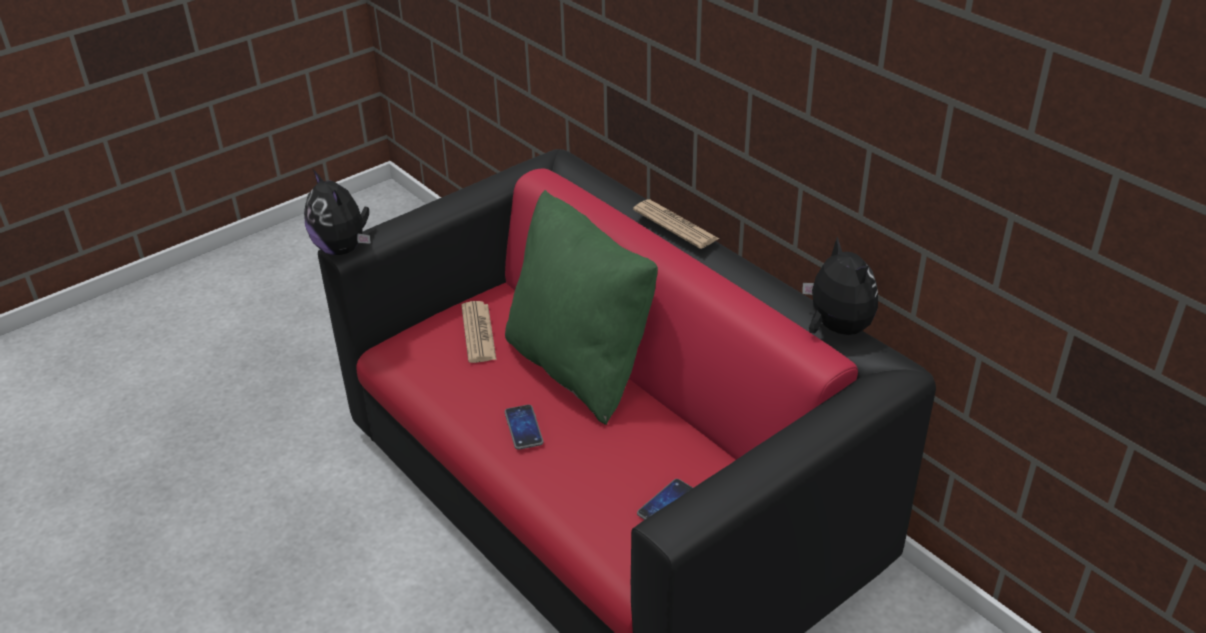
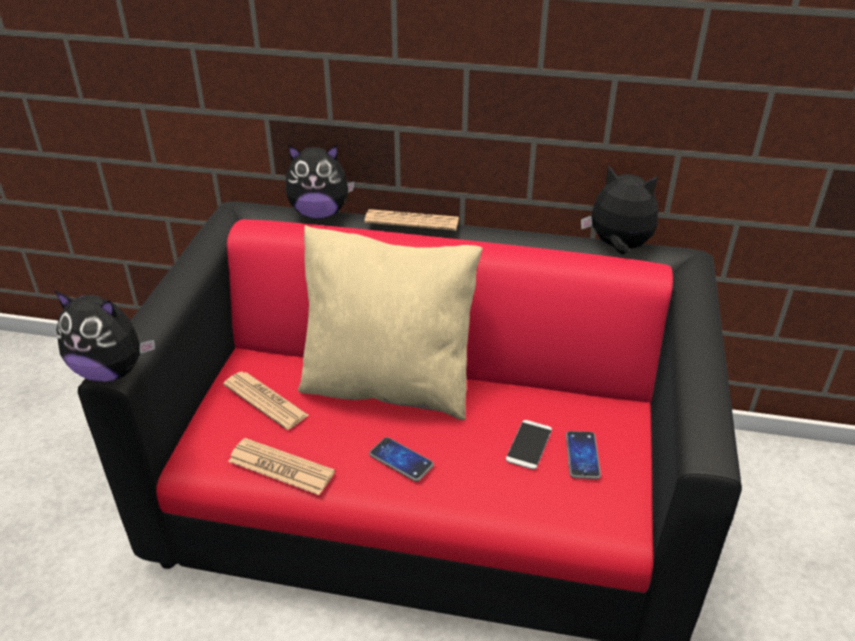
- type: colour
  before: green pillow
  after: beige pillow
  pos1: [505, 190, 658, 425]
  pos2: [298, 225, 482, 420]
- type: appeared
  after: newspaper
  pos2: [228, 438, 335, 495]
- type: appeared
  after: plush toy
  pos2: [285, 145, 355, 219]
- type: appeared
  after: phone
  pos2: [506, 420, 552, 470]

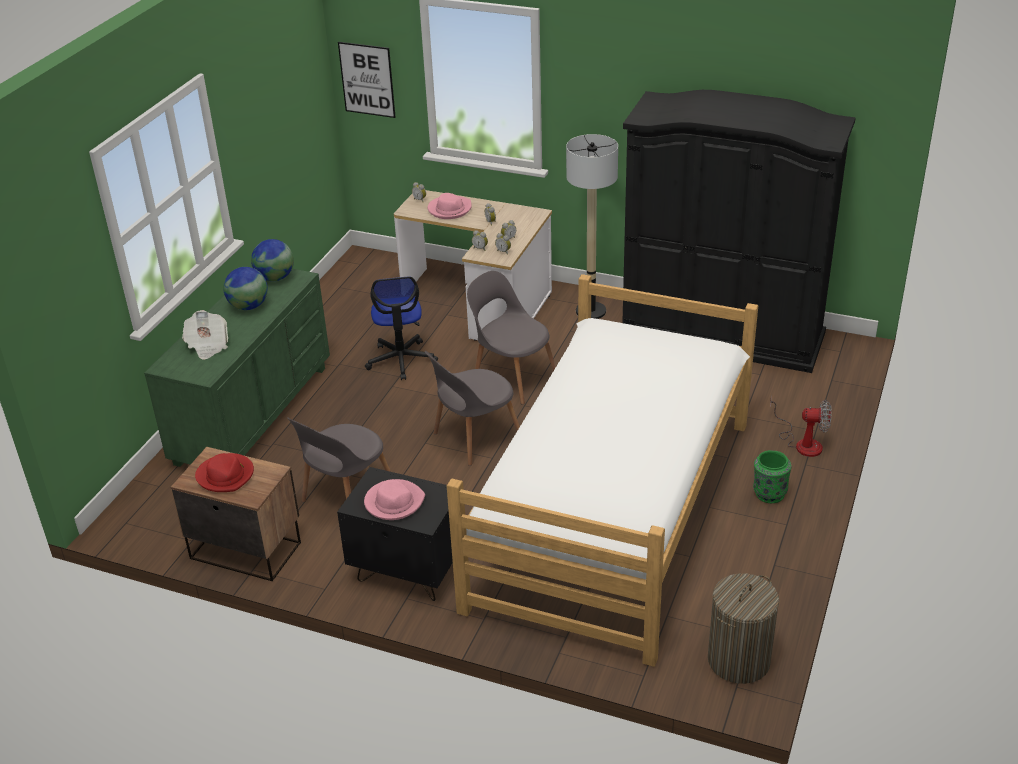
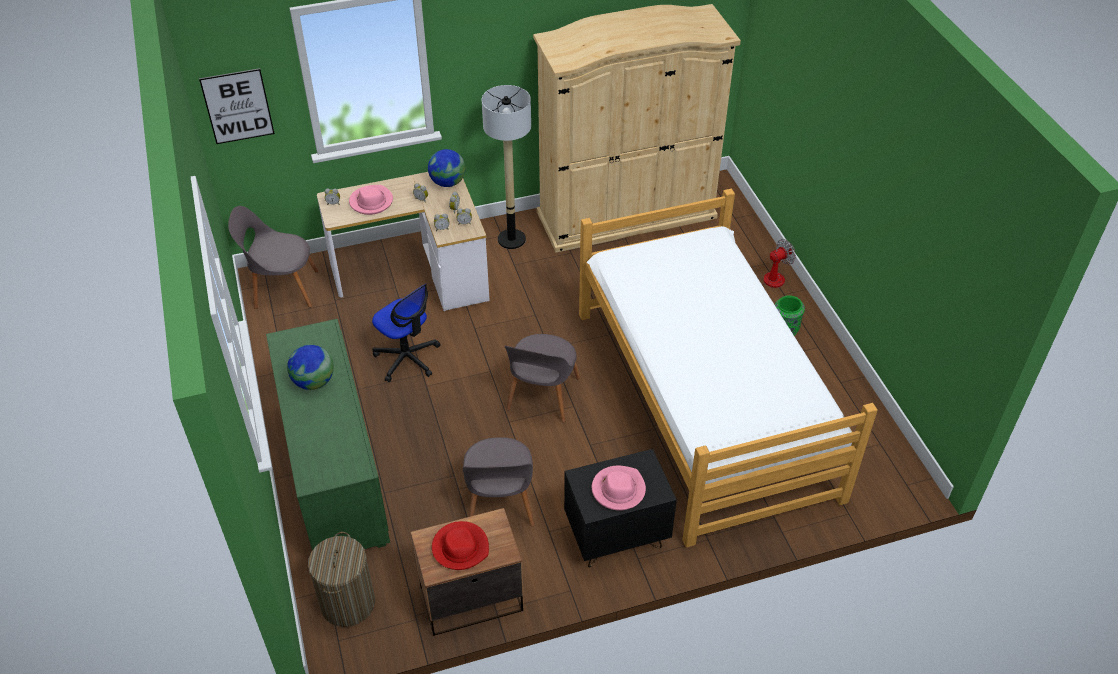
- type: missing
  before: newspaper
  pos1: [182, 310, 228, 360]
- type: relocated
  before: globe
  pos1: [251, 239, 294, 281]
  pos2: [428, 149, 466, 187]
- type: relocated
  before: grey chair
  pos1: [467, 271, 556, 405]
  pos2: [228, 206, 318, 309]
- type: colour
  before: black wardrobe
  after: beige wardrobe
  pos1: [622, 90, 856, 373]
  pos2: [533, 4, 741, 253]
- type: relocated
  before: laundry basket
  pos1: [708, 573, 779, 684]
  pos2: [308, 532, 375, 627]

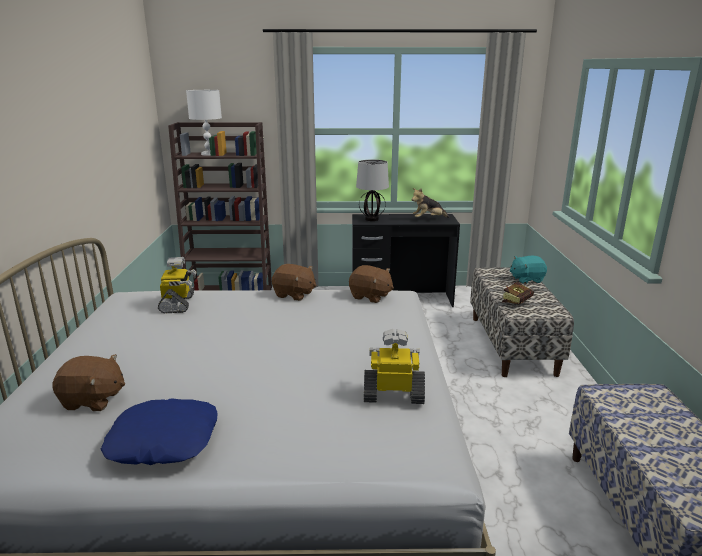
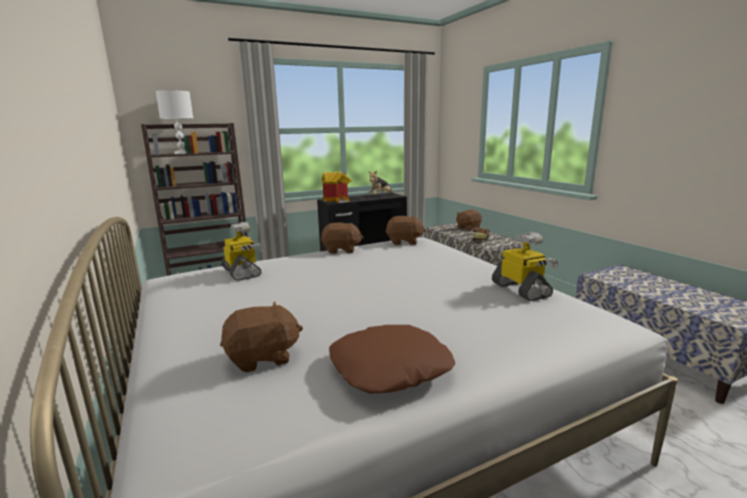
- type: colour
  before: blue pillow
  after: brown pillow
  pos1: [100, 398, 217, 465]
  pos2: [329, 325, 456, 394]
- type: exchanged
  before: table lamp
  after: toy house
  pos1: [356, 160, 389, 221]
  pos2: [322, 172, 352, 203]
- type: spun
  before: toy robot
  pos1: [364, 329, 425, 404]
  pos2: [492, 232, 558, 301]
  turn: 90
- type: colour
  before: turquoise plush toy
  after: brown plush toy
  pos1: [510, 256, 547, 284]
  pos2: [456, 210, 482, 231]

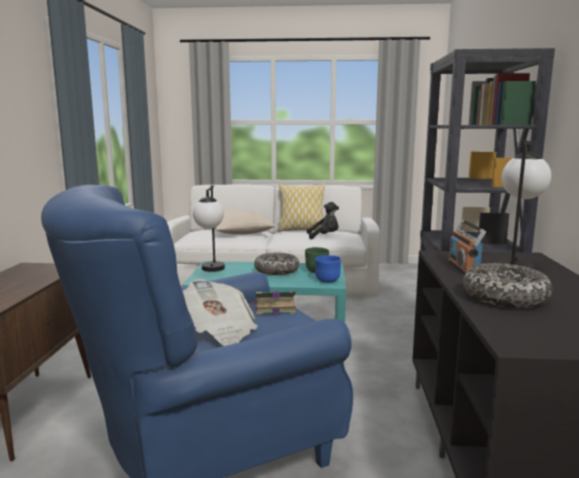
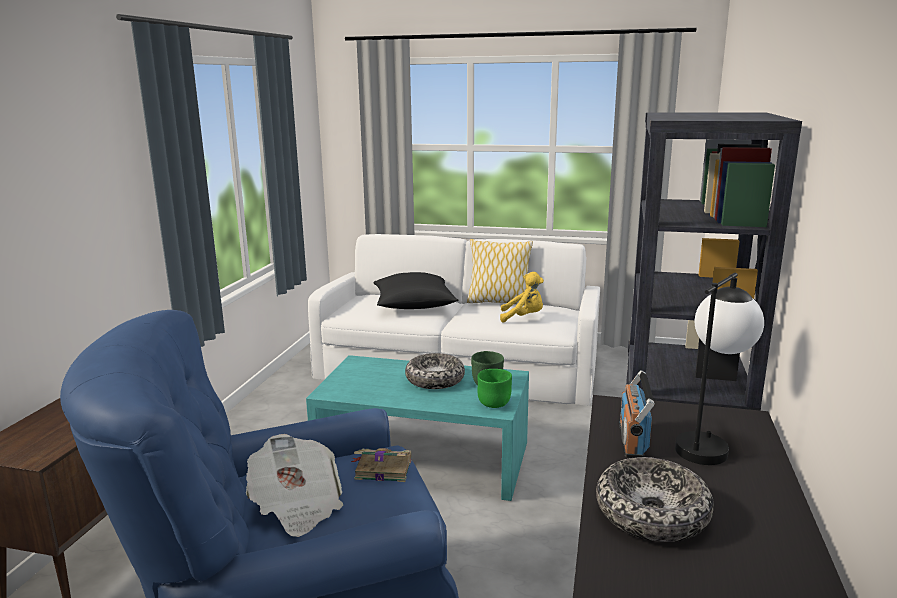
- type: missing
  before: table lamp
  pos1: [193, 186, 225, 272]
- type: colour
  before: beige pillow
  after: black pillow
  pos1: [216, 209, 276, 235]
  pos2: [373, 272, 458, 309]
- type: colour
  before: black plush toy
  after: yellow plush toy
  pos1: [307, 202, 339, 239]
  pos2: [500, 272, 544, 323]
- type: colour
  before: blue bowl
  after: green bowl
  pos1: [315, 255, 341, 283]
  pos2: [477, 369, 512, 408]

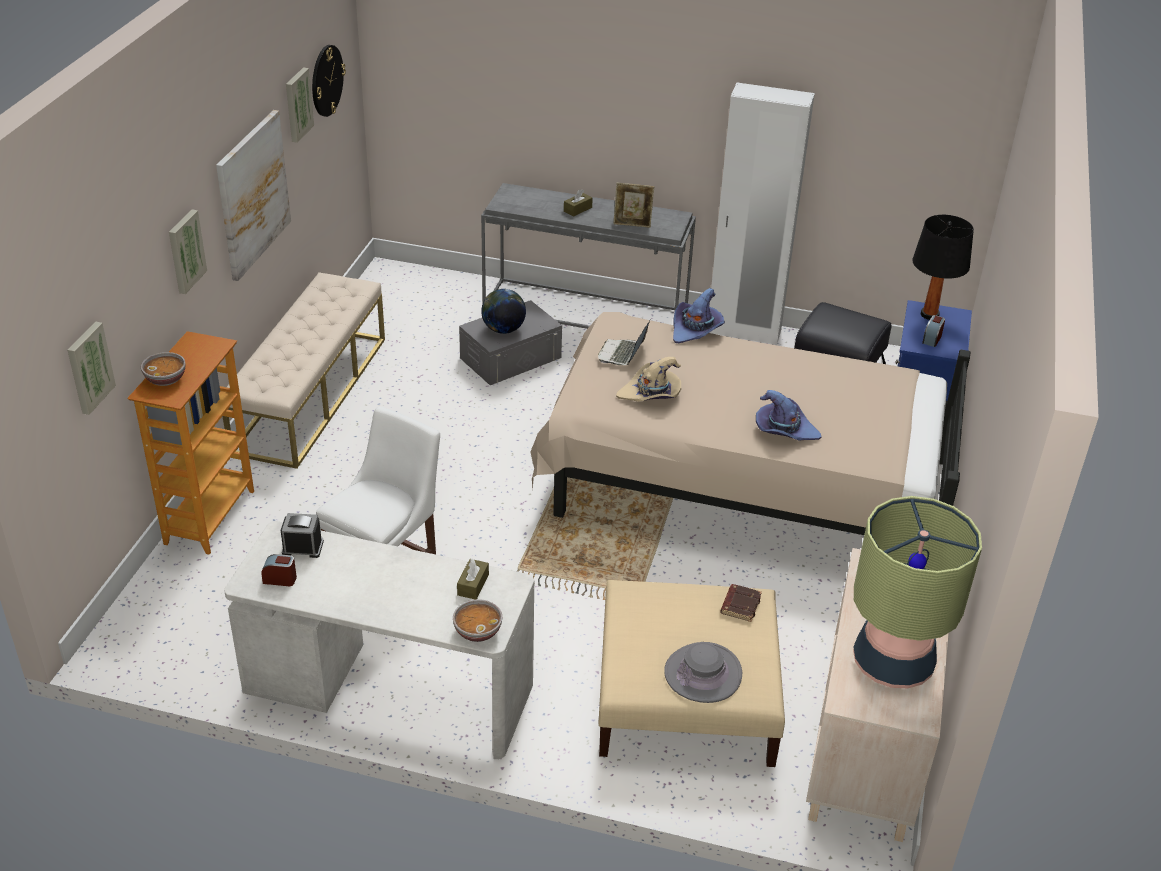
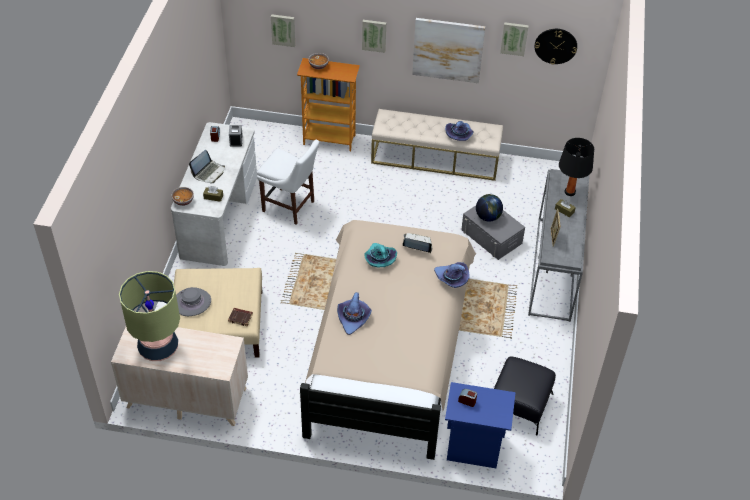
- type: colour
  before: beige hat
  after: turquoise hat
  pos1: [616, 357, 681, 402]
  pos2: [364, 243, 397, 267]
- type: missing
  before: white wardrobe
  pos1: [709, 83, 815, 345]
- type: relocated
  before: black table lamp
  pos1: [912, 215, 974, 320]
  pos2: [559, 138, 594, 196]
- type: appeared
  after: laptop
  pos2: [189, 150, 225, 183]
- type: appeared
  after: purple hat
  pos2: [445, 121, 474, 141]

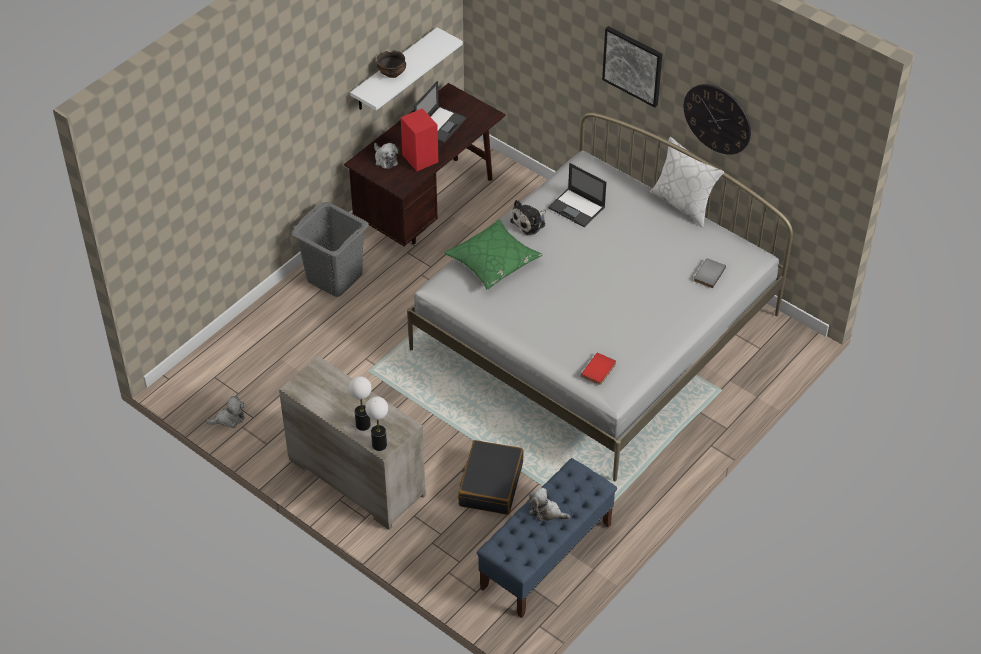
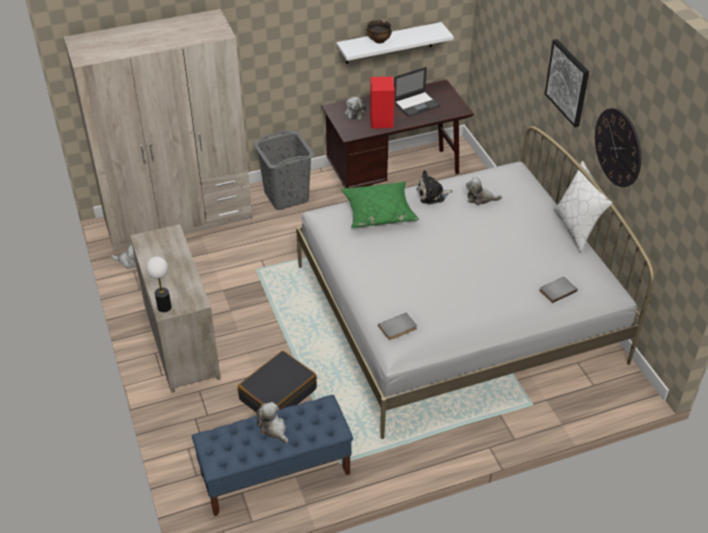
- type: missing
  before: table lamp
  pos1: [349, 376, 372, 431]
- type: exchanged
  before: laptop
  after: plush toy
  pos1: [548, 163, 607, 227]
  pos2: [466, 177, 502, 205]
- type: colour
  before: red book
  after: grey book
  pos1: [581, 353, 616, 385]
  pos2: [378, 313, 417, 340]
- type: appeared
  after: beige wardrobe
  pos2: [64, 9, 252, 251]

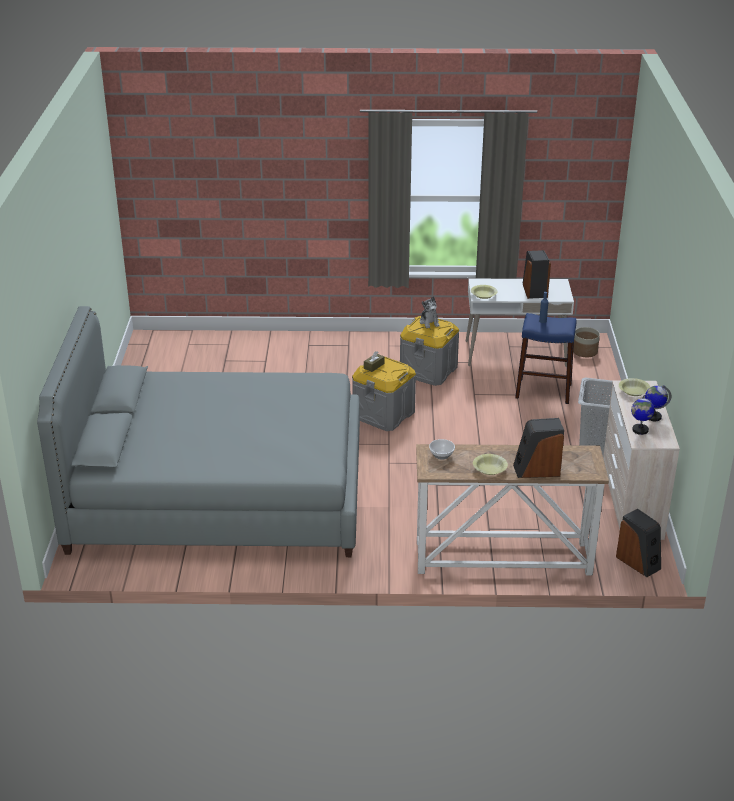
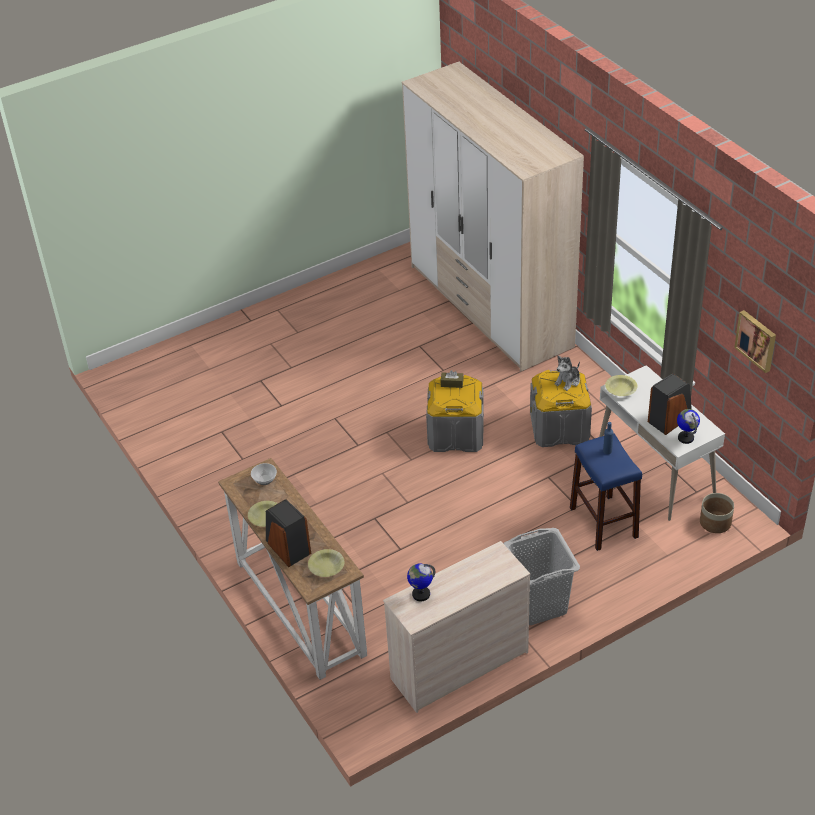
- type: missing
  before: grey bed
  pos1: [37, 306, 360, 557]
- type: missing
  before: speaker
  pos1: [616, 509, 661, 577]
- type: relocated
  before: yellow bowl
  pos1: [619, 378, 650, 396]
  pos2: [308, 549, 344, 577]
- type: relocated
  before: globe
  pos1: [645, 385, 671, 421]
  pos2: [677, 409, 700, 444]
- type: appeared
  after: wardrobe
  pos2: [401, 62, 584, 372]
- type: appeared
  after: picture
  pos2: [734, 310, 776, 373]

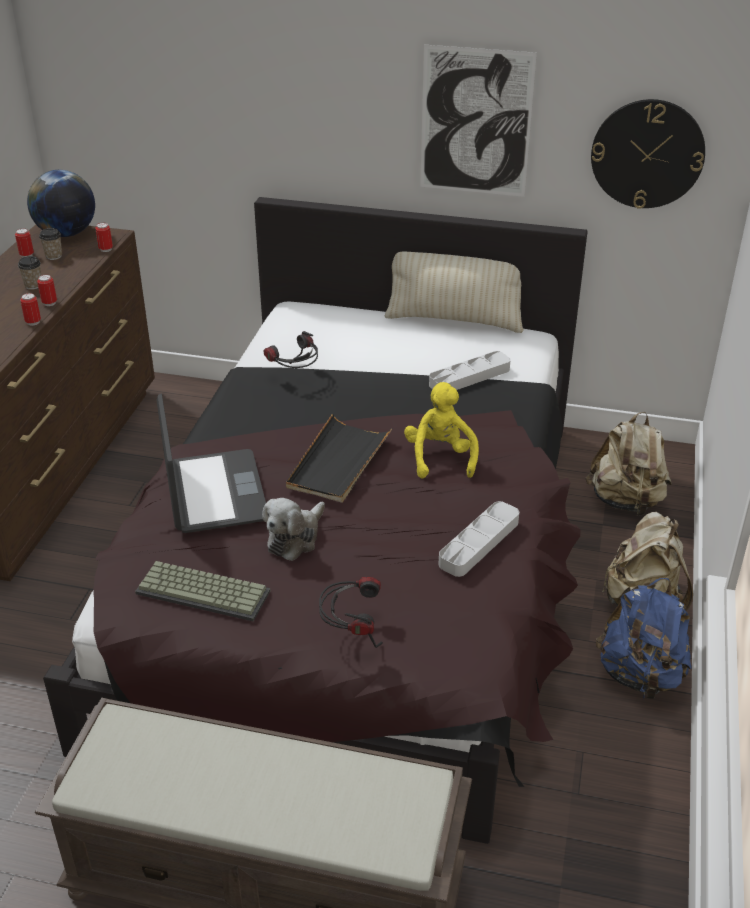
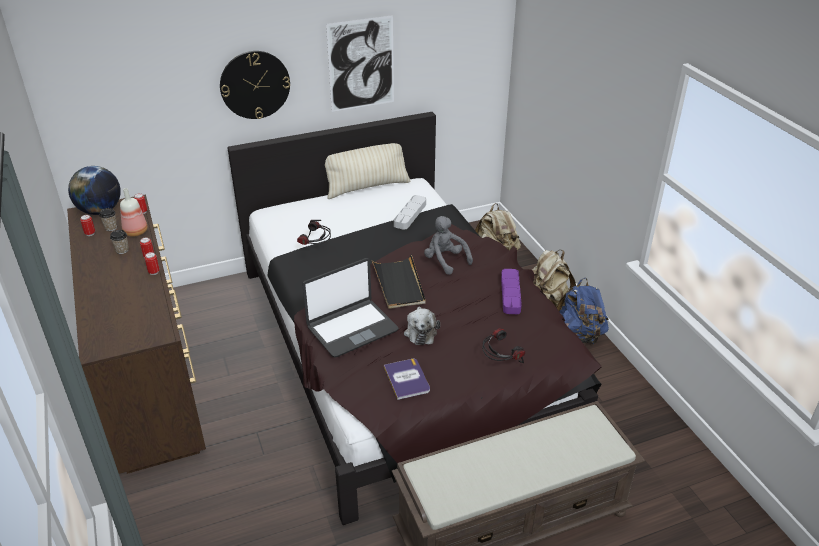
- type: exchanged
  before: keyboard
  after: book
  pos1: [135, 561, 270, 621]
  pos2: [384, 359, 430, 400]
- type: spun
  before: laptop
  pos1: [156, 393, 266, 533]
  pos2: [302, 258, 399, 358]
  turn: 105
- type: colour
  before: yellow plush toy
  after: grey plush toy
  pos1: [404, 382, 479, 479]
  pos2: [424, 216, 473, 275]
- type: colour
  before: grey tray
  after: purple tray
  pos1: [439, 501, 519, 577]
  pos2: [501, 269, 522, 314]
- type: relocated
  before: wall clock
  pos1: [591, 99, 705, 209]
  pos2: [220, 51, 290, 119]
- type: appeared
  after: bottle
  pos2: [120, 188, 148, 237]

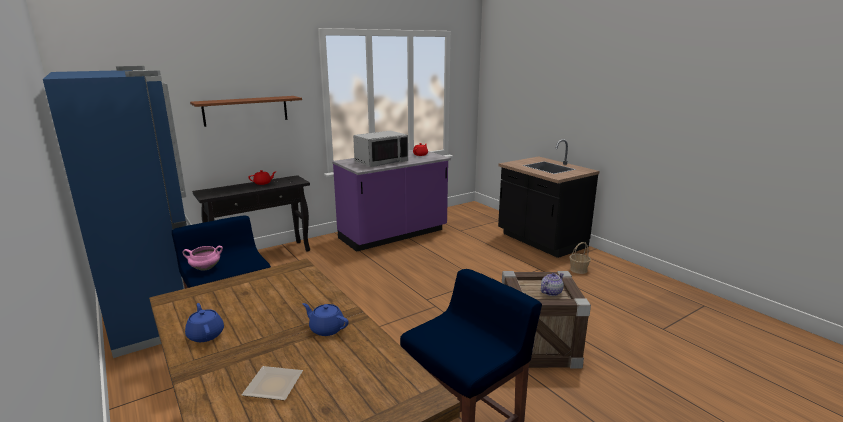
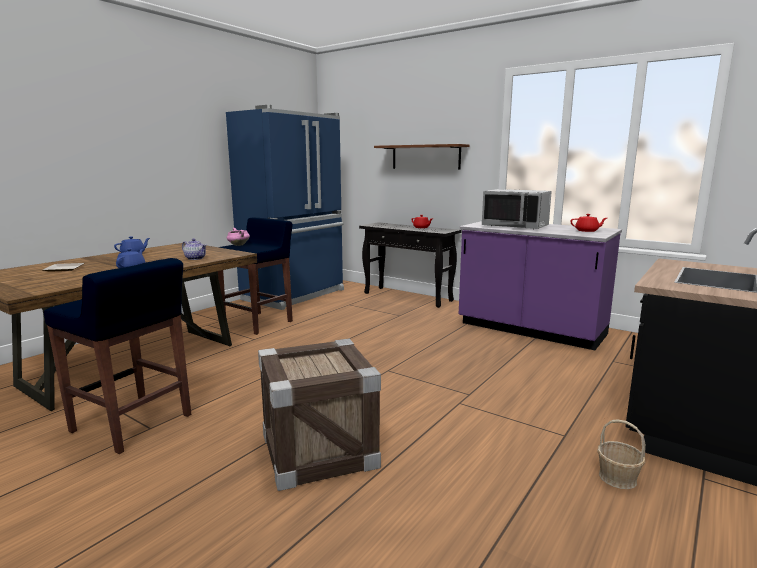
- type: relocated
  before: teapot
  pos1: [541, 273, 564, 296]
  pos2: [182, 238, 207, 260]

